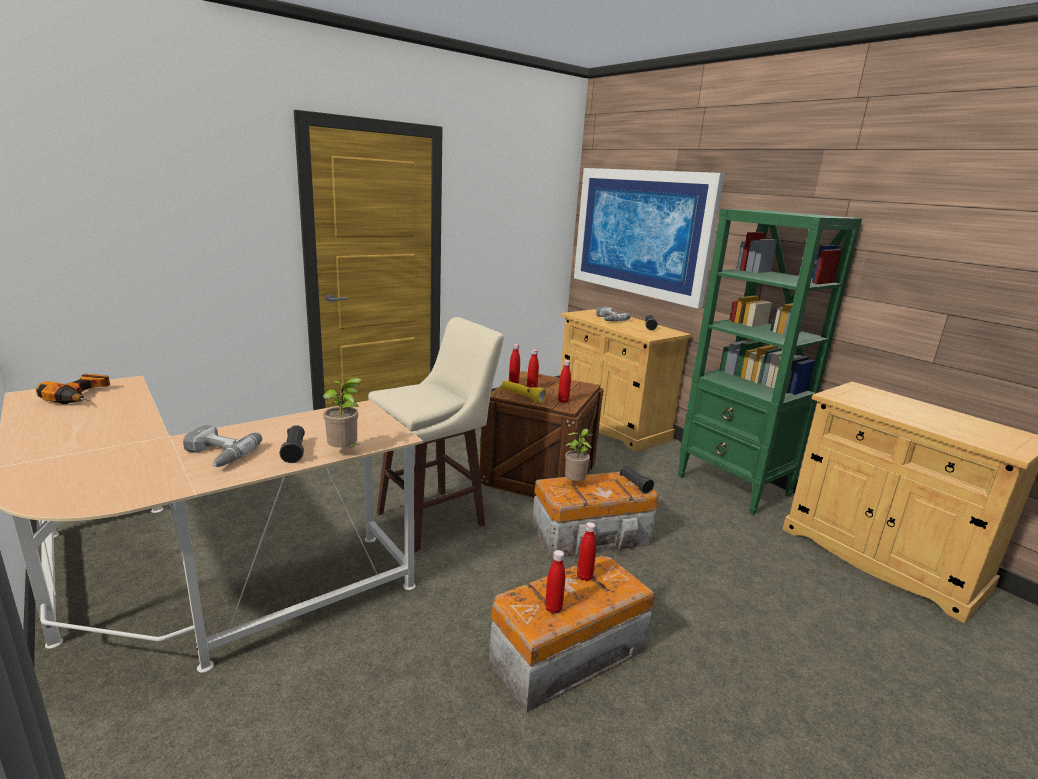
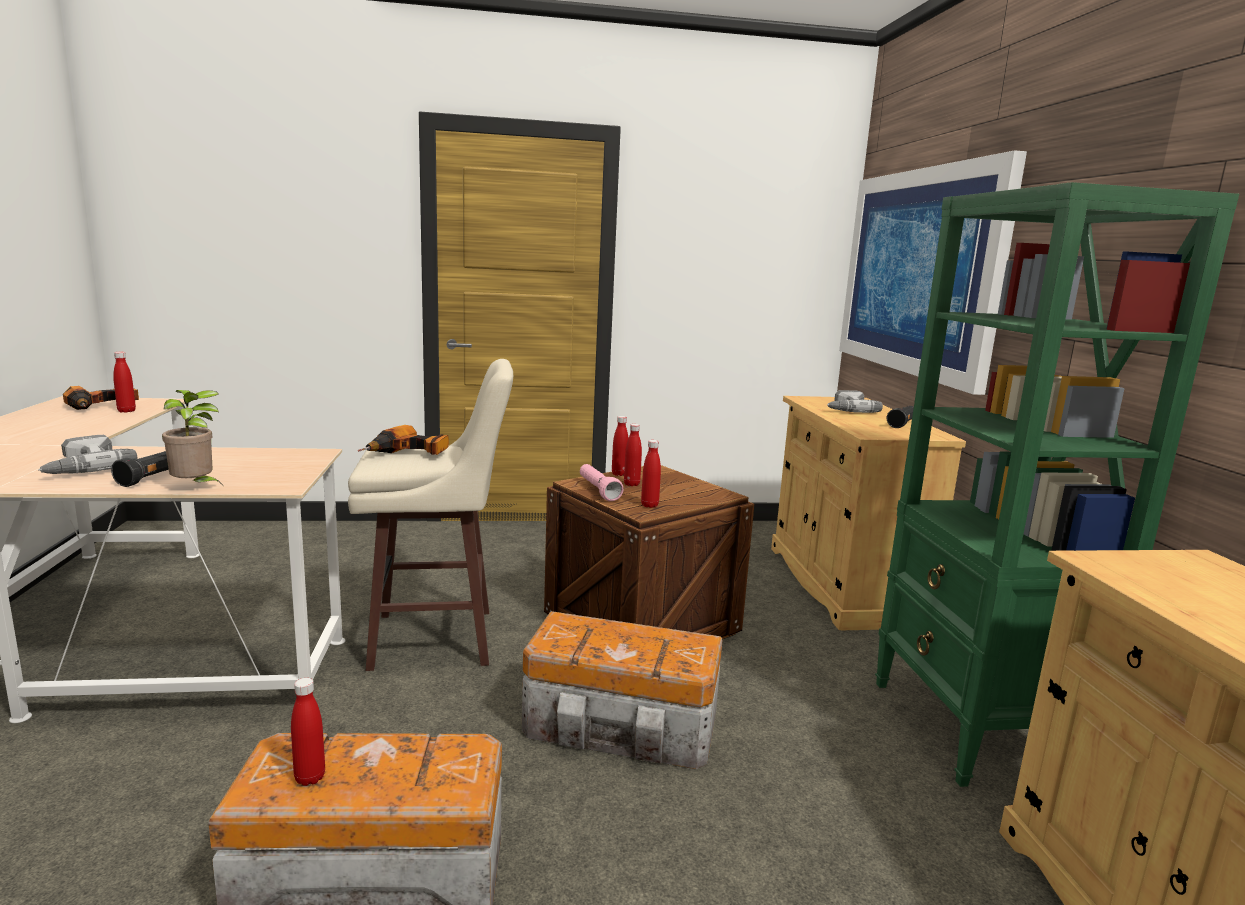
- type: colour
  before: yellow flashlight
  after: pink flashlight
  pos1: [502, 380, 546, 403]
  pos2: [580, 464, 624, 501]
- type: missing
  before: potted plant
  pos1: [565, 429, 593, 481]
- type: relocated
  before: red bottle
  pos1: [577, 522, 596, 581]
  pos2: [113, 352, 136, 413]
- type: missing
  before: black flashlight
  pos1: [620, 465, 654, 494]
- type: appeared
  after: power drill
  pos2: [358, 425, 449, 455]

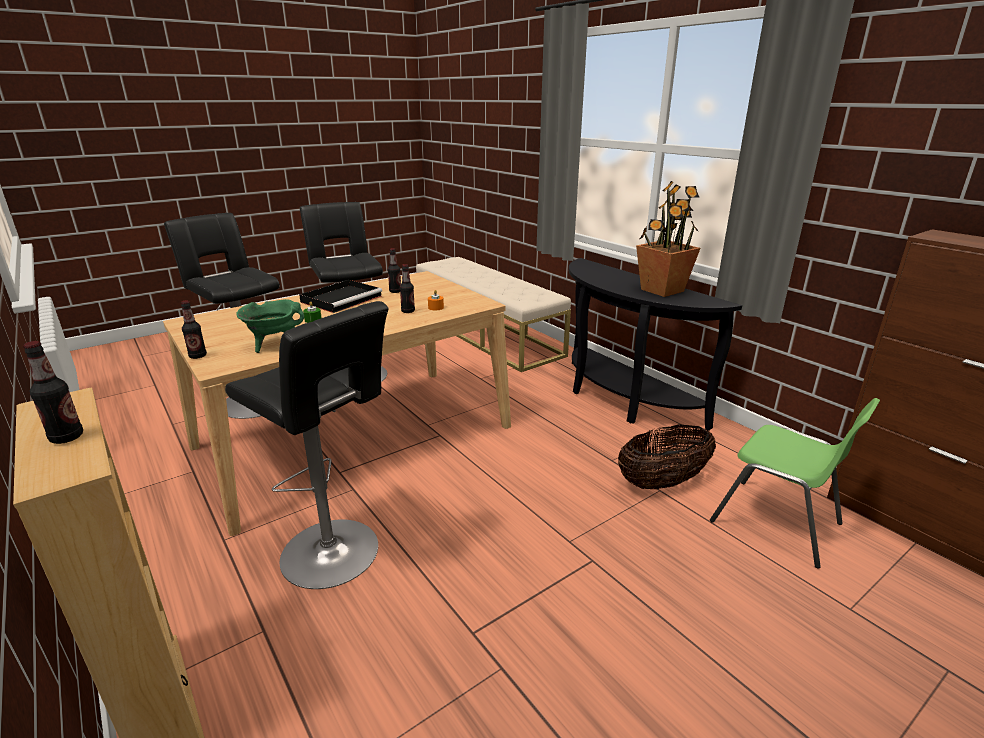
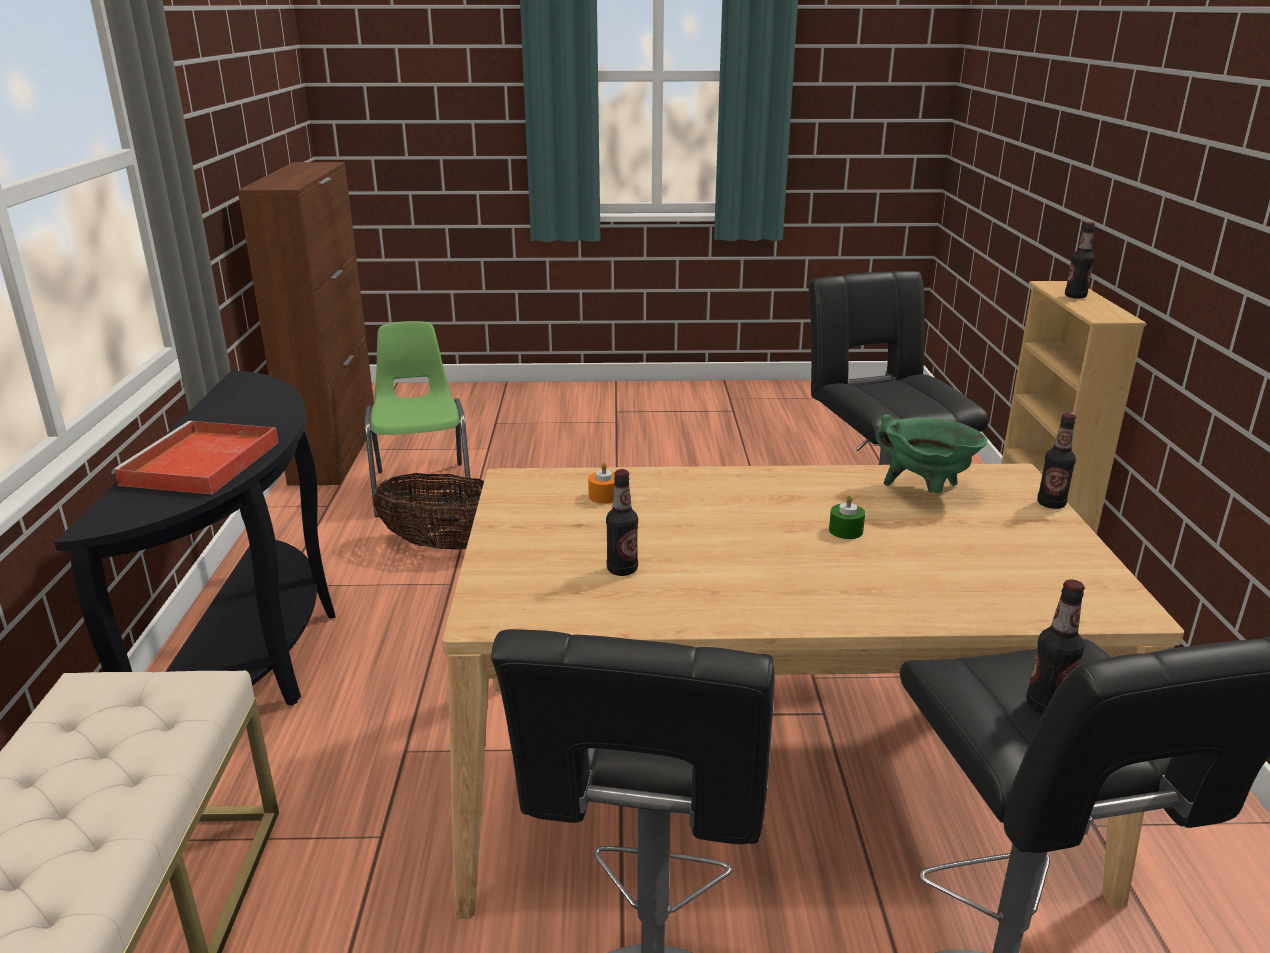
- type: missing
  before: black tray
  pos1: [299, 280, 382, 313]
- type: relocated
  before: bottle
  pos1: [400, 264, 415, 313]
  pos2: [1026, 579, 1085, 715]
- type: missing
  before: potted plant
  pos1: [636, 181, 701, 297]
- type: appeared
  after: red tray
  pos2: [111, 421, 279, 494]

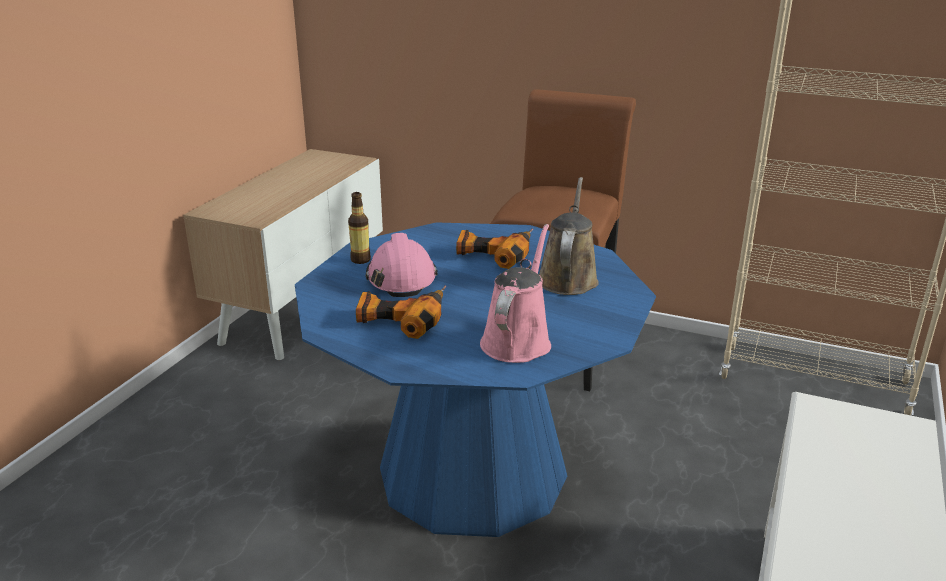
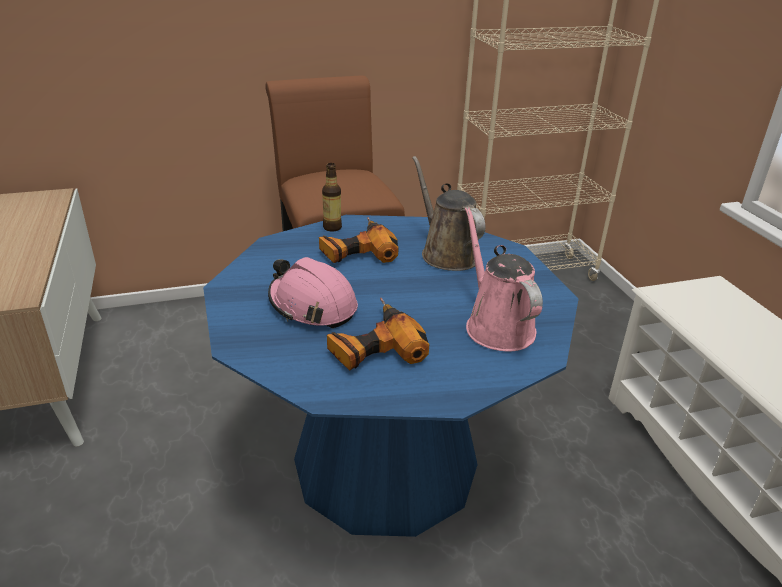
- type: relocated
  before: bottle
  pos1: [348, 192, 371, 264]
  pos2: [322, 163, 342, 232]

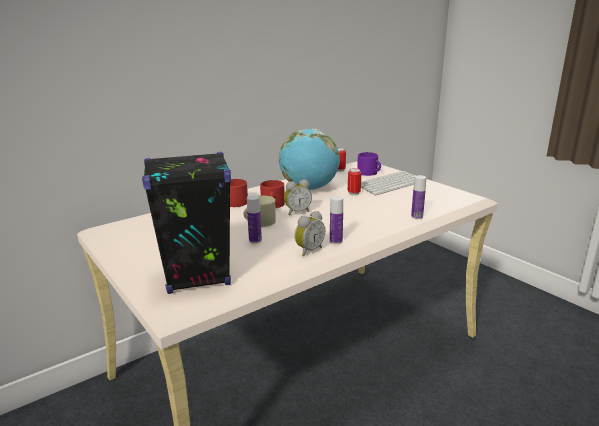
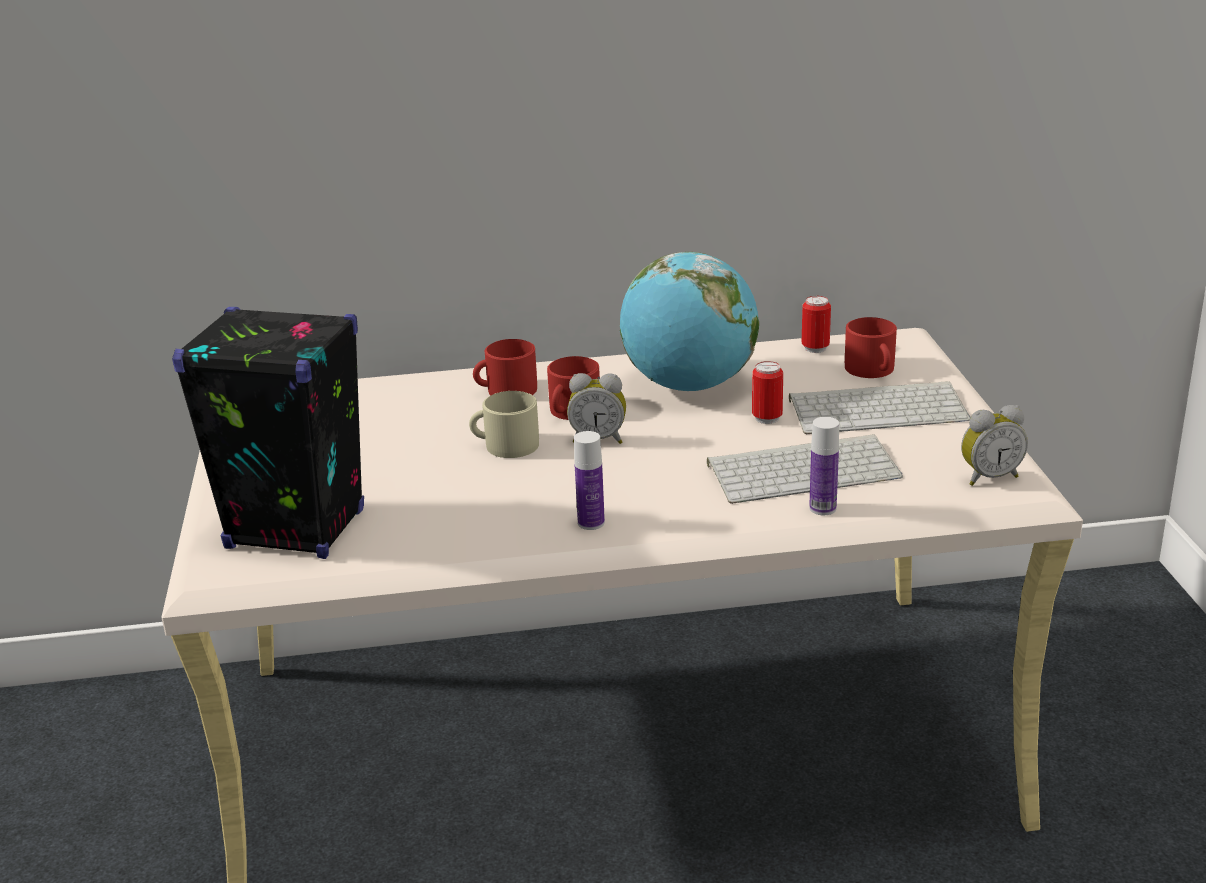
- type: missing
  before: bottle
  pos1: [247, 195, 262, 243]
- type: relocated
  before: alarm clock
  pos1: [295, 211, 325, 256]
  pos2: [961, 405, 1028, 486]
- type: colour
  before: purple mug
  after: red mug
  pos1: [357, 152, 381, 176]
  pos2: [845, 317, 897, 378]
- type: appeared
  after: keyboard
  pos2: [707, 434, 903, 504]

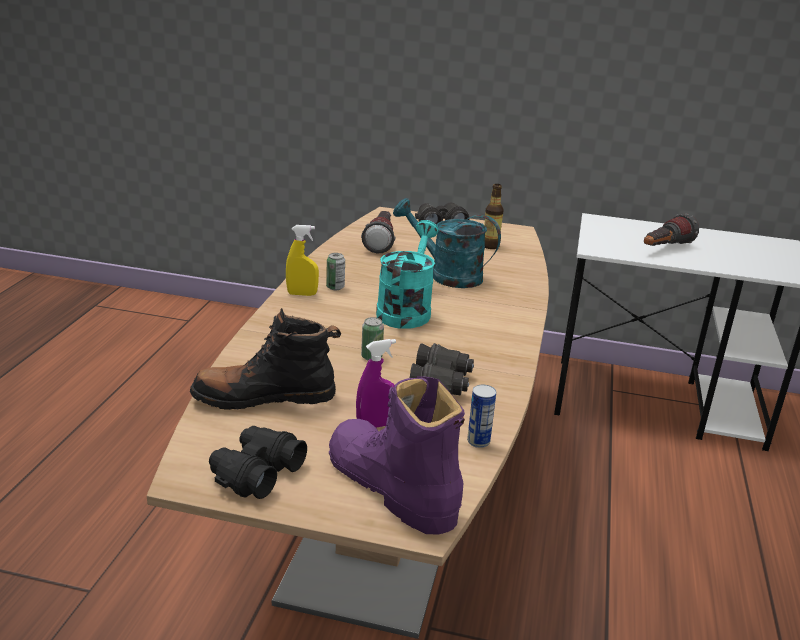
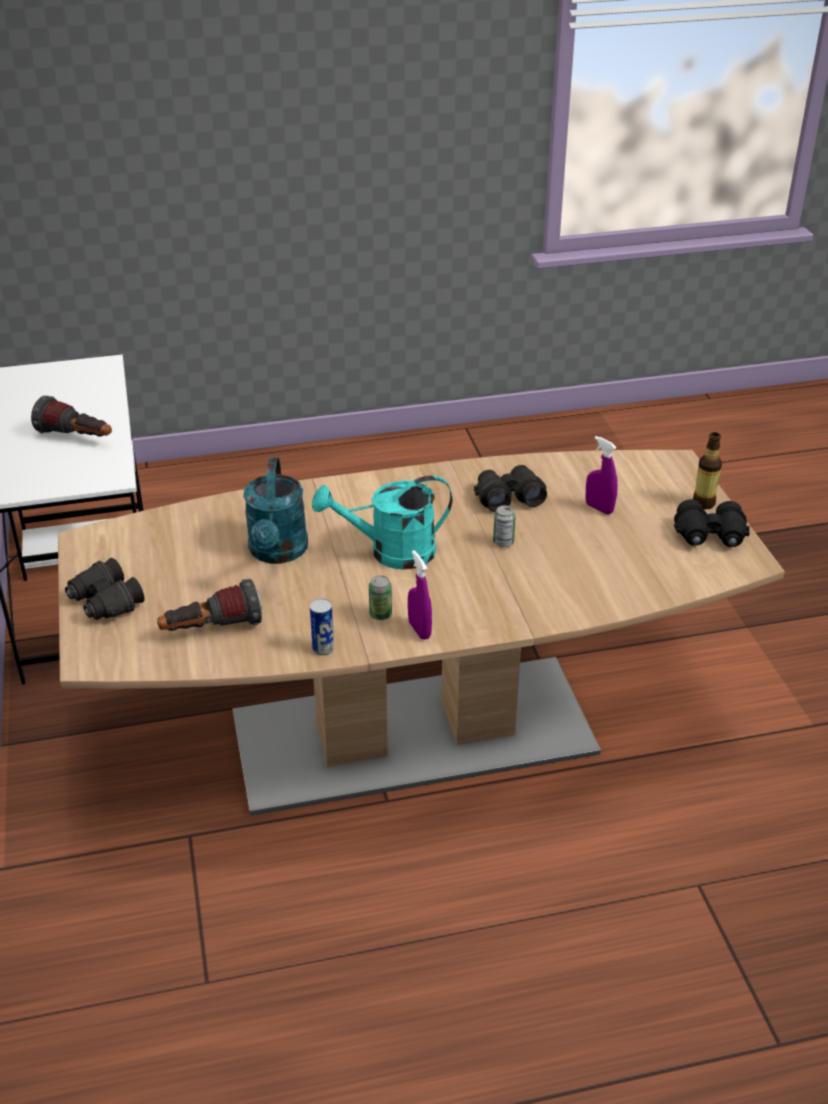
- type: missing
  before: black boot
  pos1: [190, 308, 341, 410]
- type: colour
  before: yellow spray bottle
  after: purple spray bottle
  pos1: [286, 225, 319, 296]
  pos2: [408, 550, 432, 640]
- type: missing
  before: purple boot
  pos1: [329, 376, 465, 534]
- type: relocated
  before: can
  pos1: [467, 385, 496, 448]
  pos2: [310, 599, 334, 655]
- type: relocated
  before: bottle
  pos1: [484, 184, 504, 249]
  pos2: [693, 432, 722, 509]

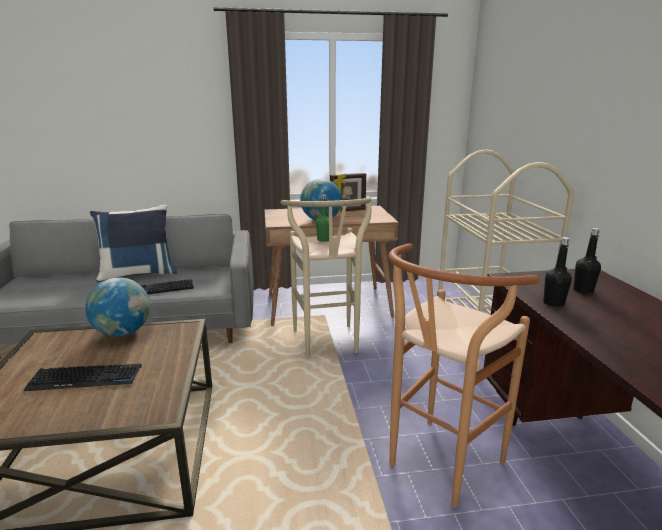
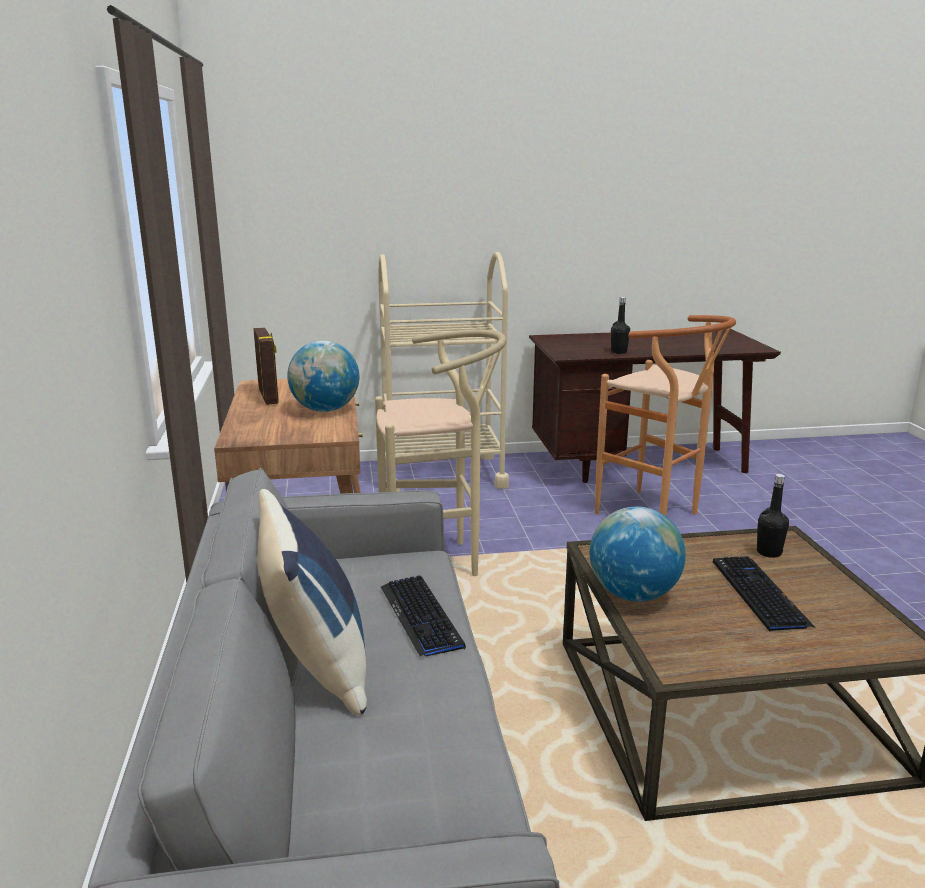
- type: missing
  before: green bottle
  pos1: [316, 195, 329, 242]
- type: relocated
  before: black bottle
  pos1: [573, 228, 601, 294]
  pos2: [757, 474, 789, 558]

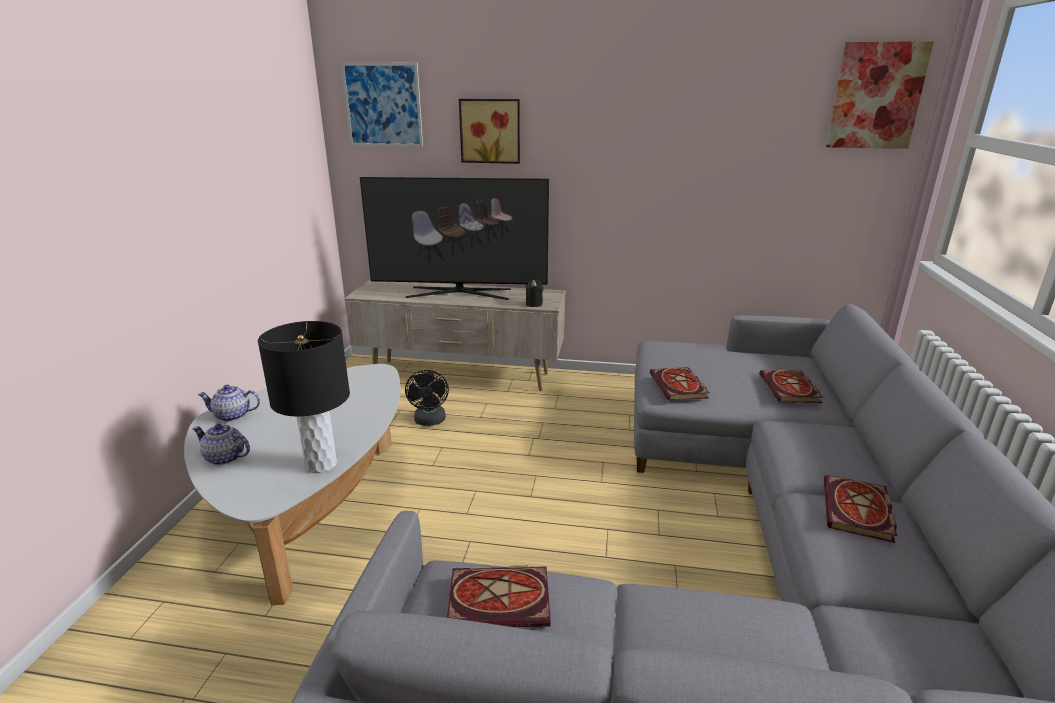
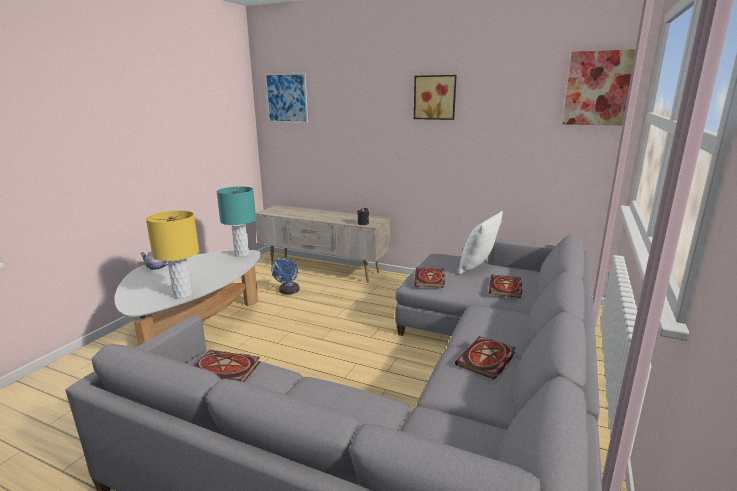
- type: missing
  before: teapot
  pos1: [192, 424, 250, 465]
- type: colour
  before: black table lamp
  after: yellow table lamp
  pos1: [258, 321, 350, 473]
  pos2: [146, 210, 199, 299]
- type: missing
  before: television
  pos1: [360, 177, 549, 300]
- type: colour
  before: black fan
  after: blue fan
  pos1: [405, 370, 449, 426]
  pos2: [271, 258, 299, 294]
- type: relocated
  before: picture
  pos1: [459, 99, 520, 164]
  pos2: [414, 75, 457, 120]
- type: appeared
  after: turquoise table lamp
  pos2: [217, 186, 256, 257]
- type: appeared
  after: white pillow
  pos2: [459, 211, 503, 274]

